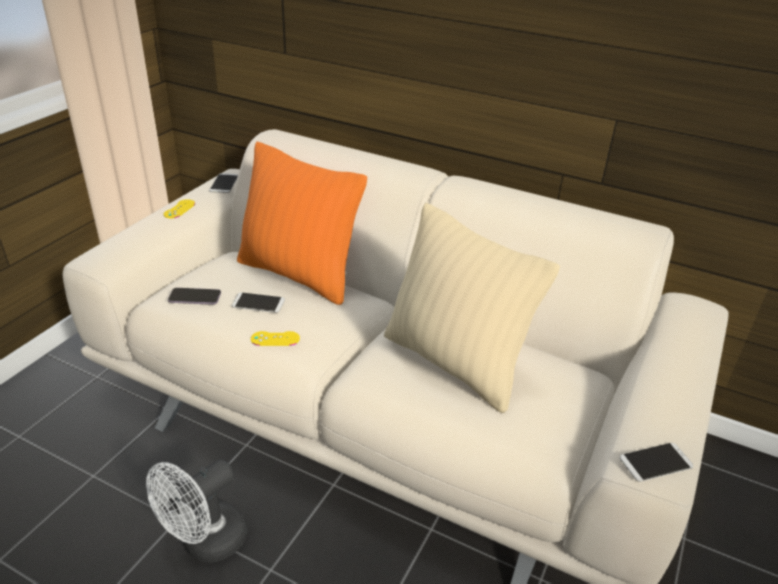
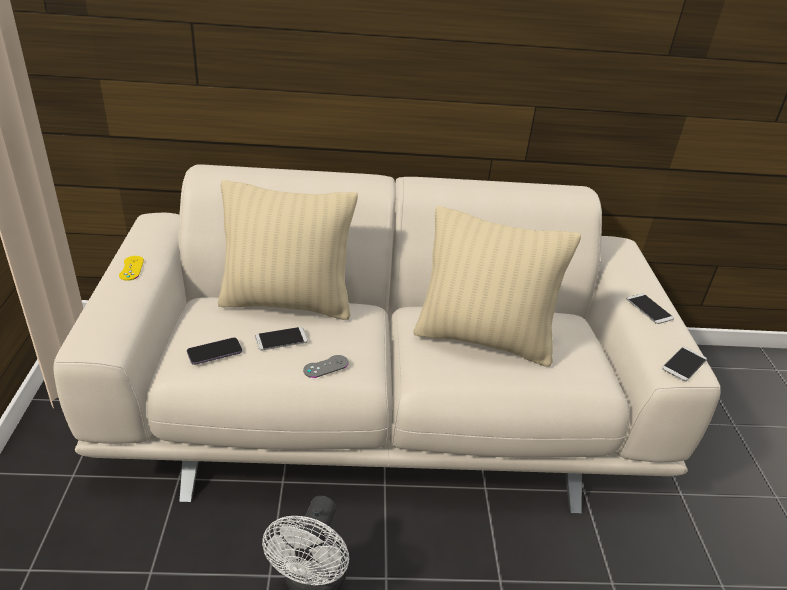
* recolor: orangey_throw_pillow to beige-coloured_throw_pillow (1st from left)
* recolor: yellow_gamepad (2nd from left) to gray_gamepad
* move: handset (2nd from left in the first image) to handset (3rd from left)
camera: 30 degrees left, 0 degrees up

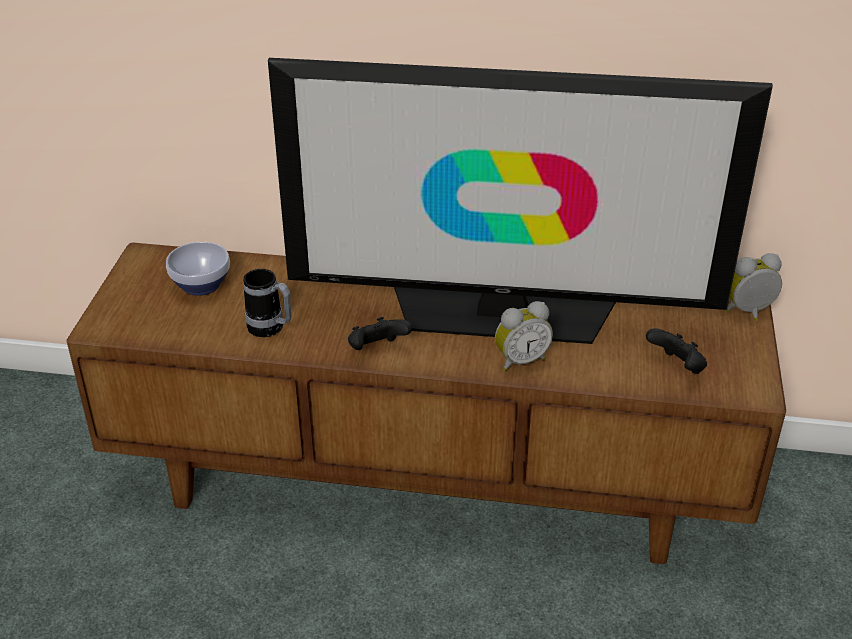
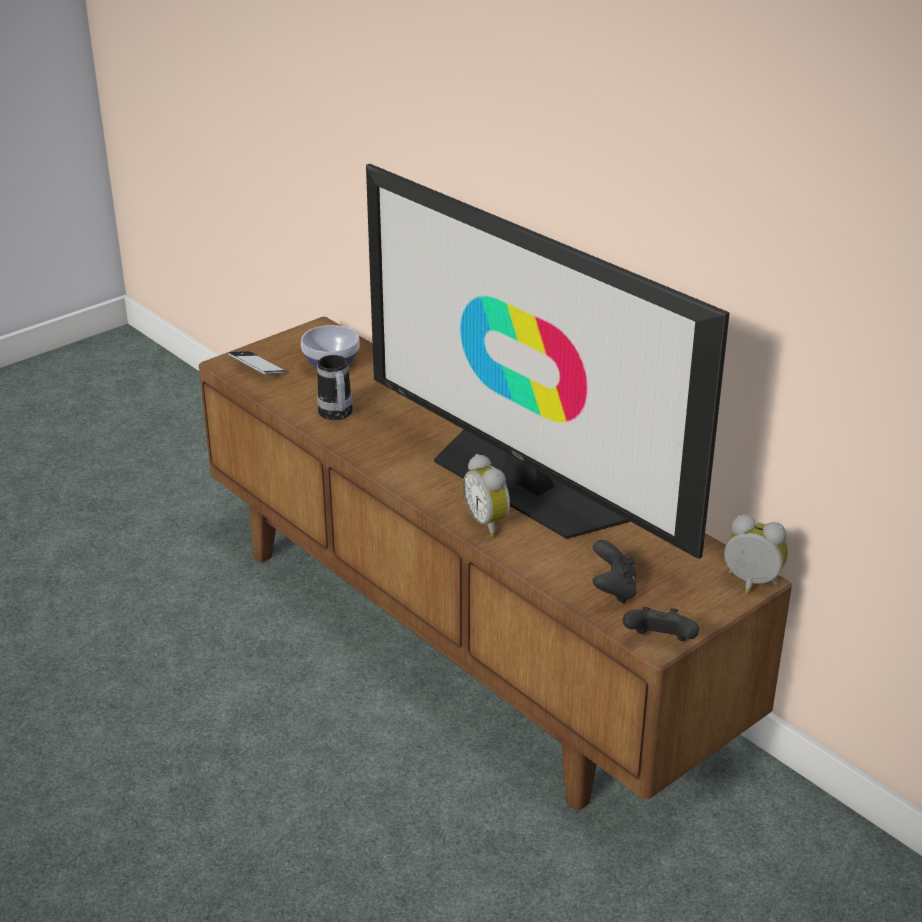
* insert: handset
* rotate: table_clock (1st from left) 45 degrees clockwise
* move: black_gamepad (1st from left in the first image) to black_gamepad (2nd from left)
camera: 40 degrees right, 5 degrees down

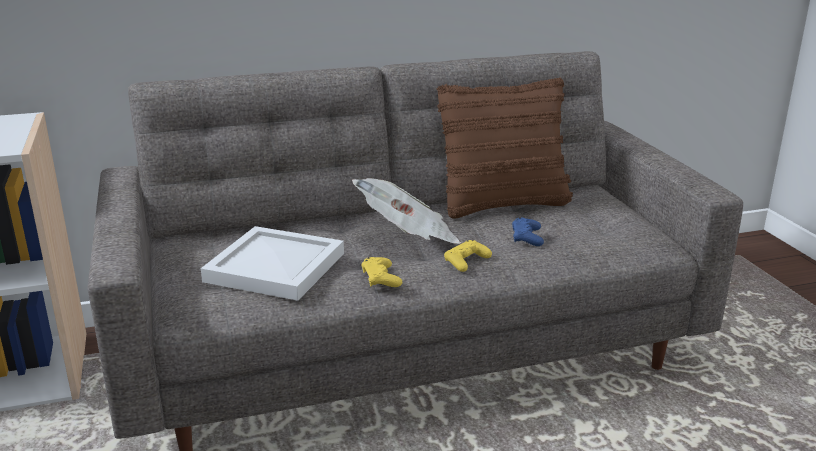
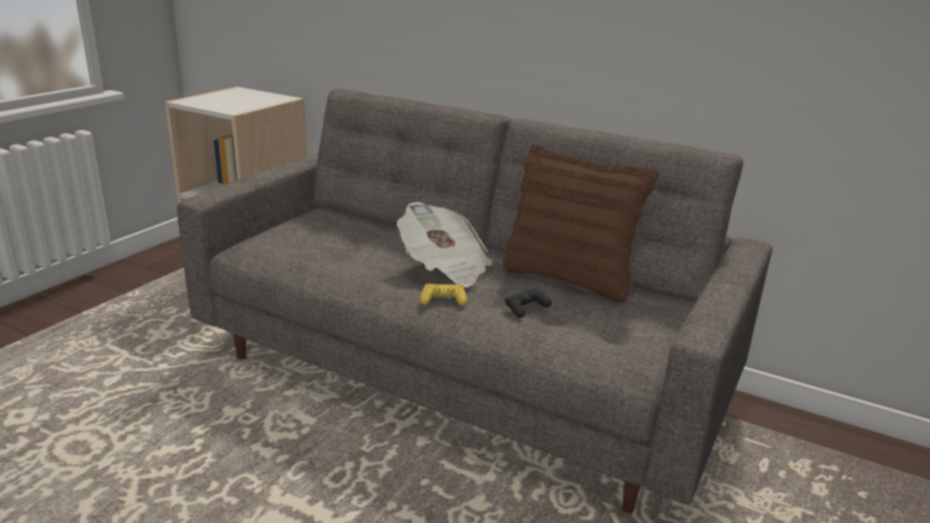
* recolor: blue_gamepad to black_gamepad
* delete: whitish_serving_tray
* delete: yellow_gamepad (1st from left)
camera: 45 degrees right, 0 degrees up

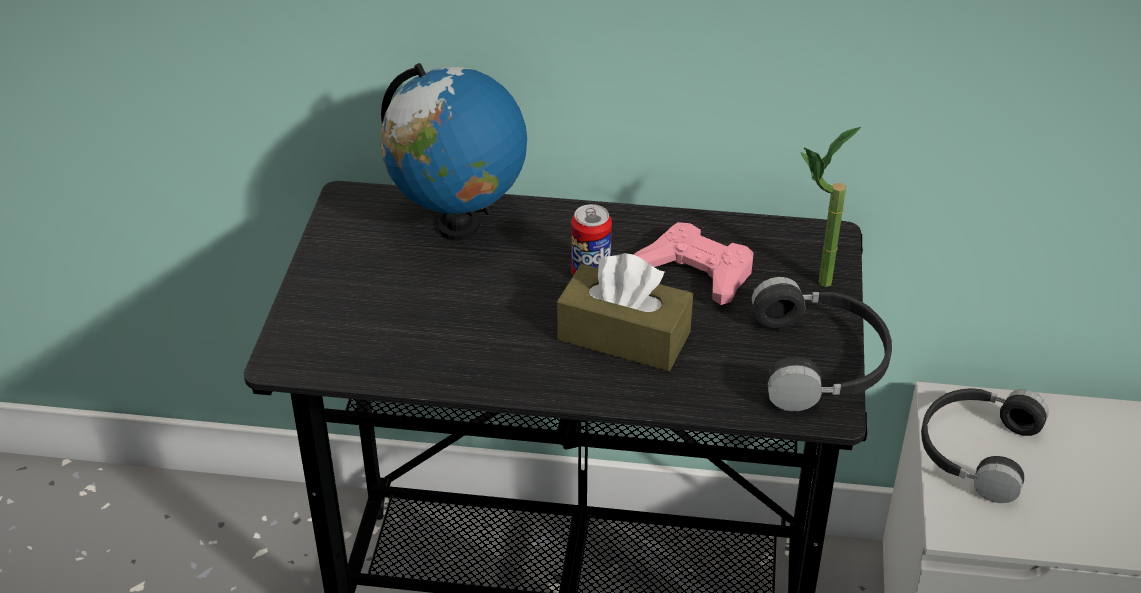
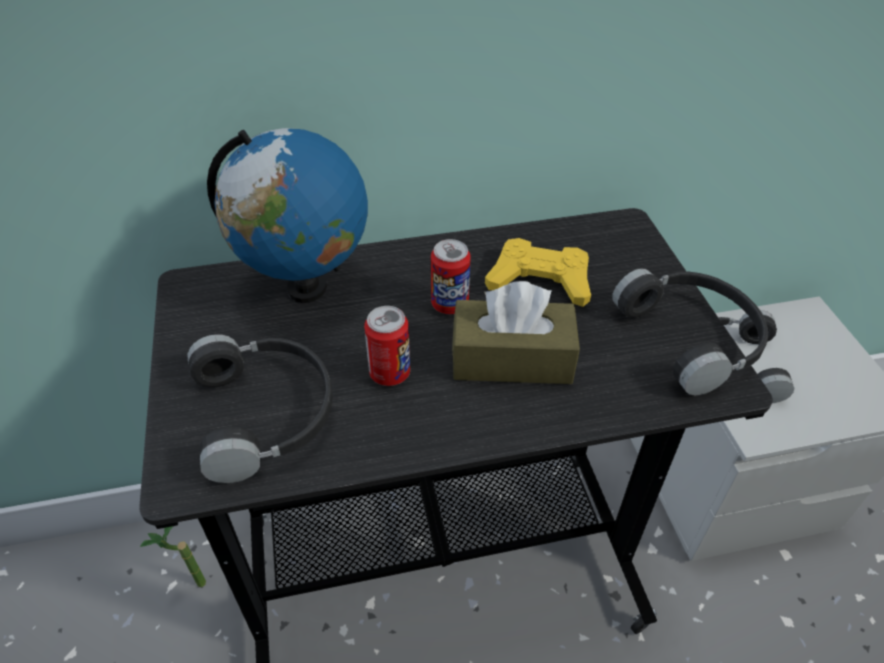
* move: plant_in_a_pot
* insert: black_pair_of_headphones (1st from left)
* insert: can (1st from left)
* recolor: pinkish_gamepad to yellow_gamepad
camera: 20 degrees left, 5 degrees up

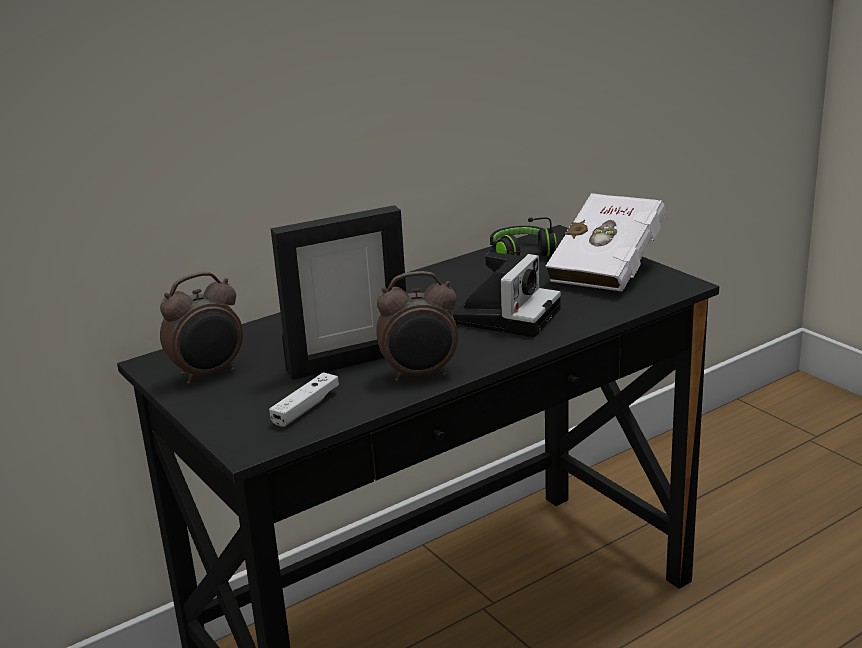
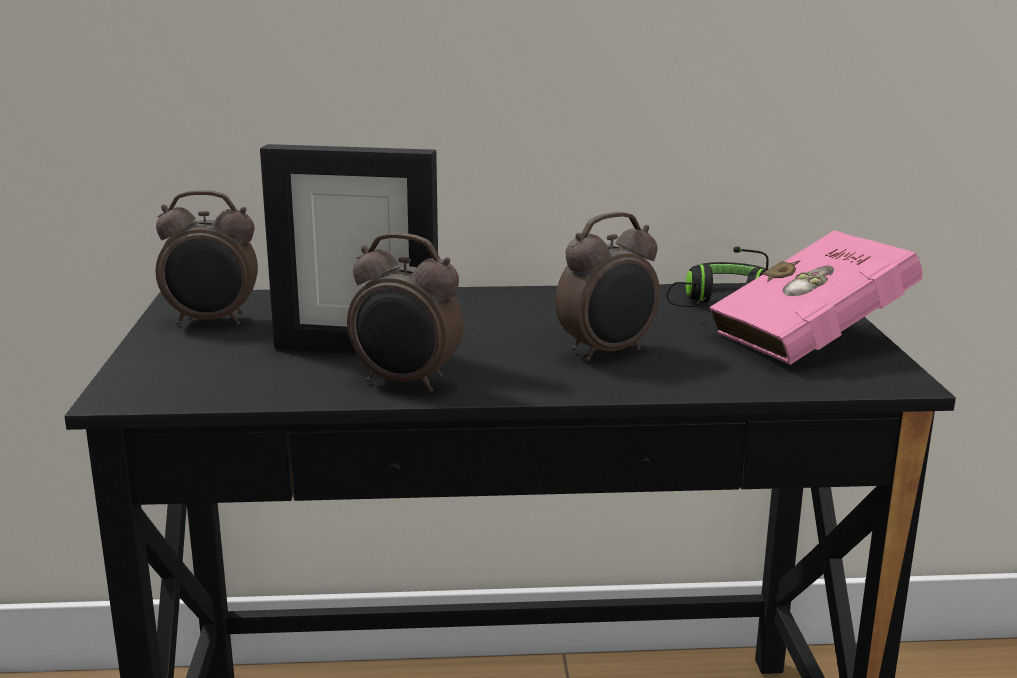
* replace: still_camera to table_clock (3rd from left)
* recolor: whitish_bound_book to pinkish_bound_book
* delete: whitish_gamepad
camera: 30 degrees right, 5 degrees down

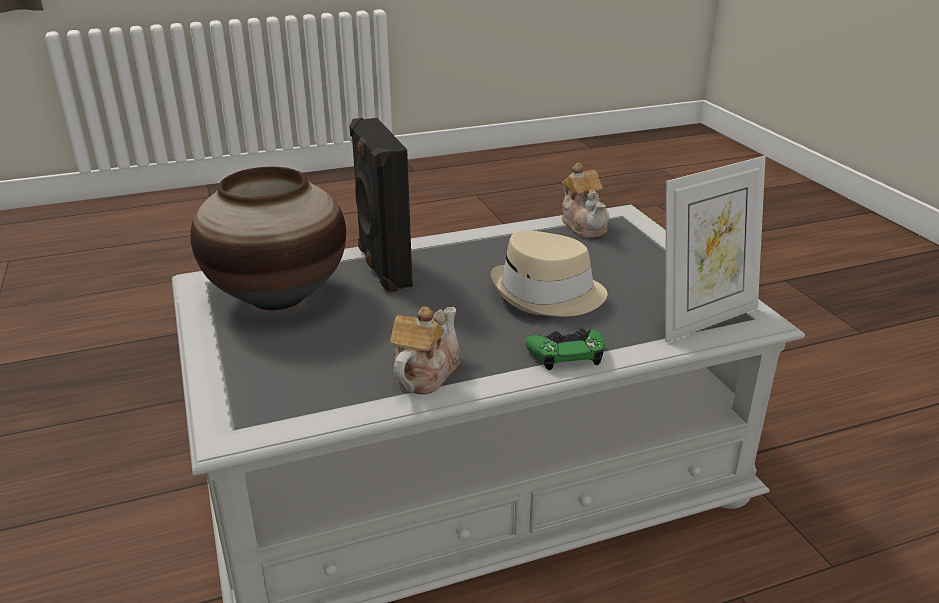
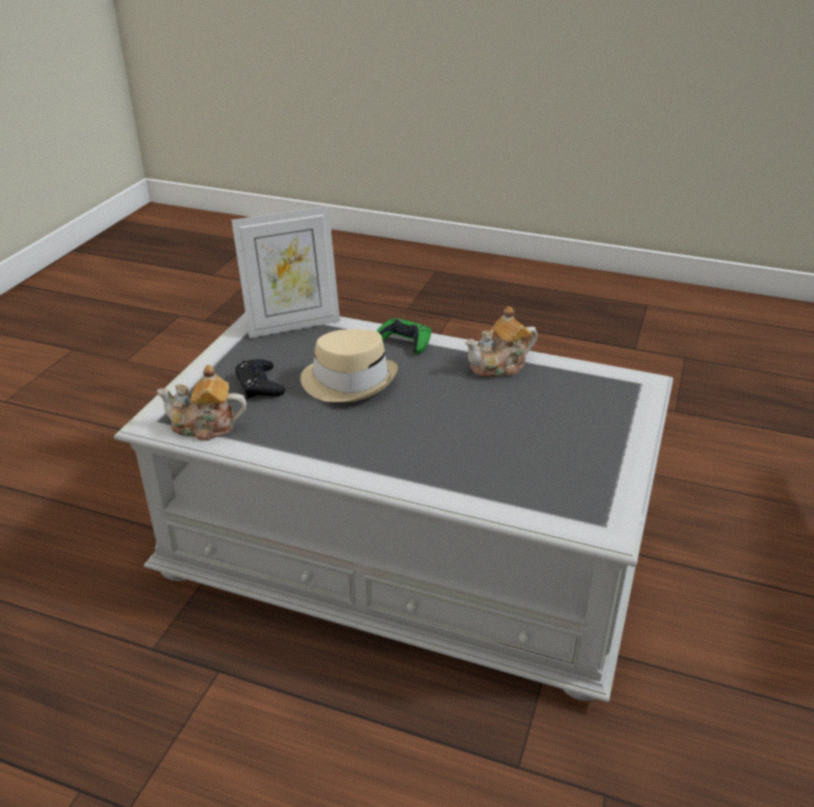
* rotate: pot_for_tea (2nd from left in the first image) 105 degrees counterclockwise
* rotate: picture_frame 150 degrees clockwise
* insert: black_gamepad
* delete: decorative_vase
* delete: black_speaker
camera: 140 degrees left, 5 degrees up

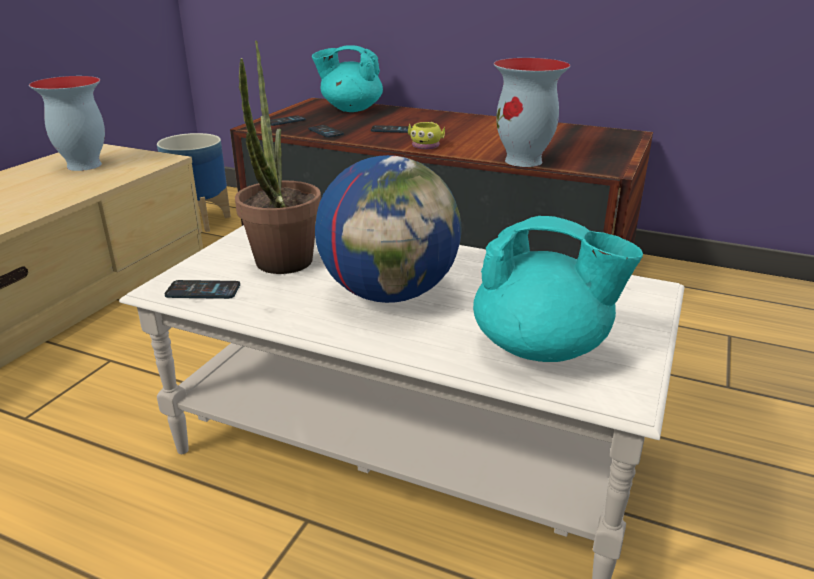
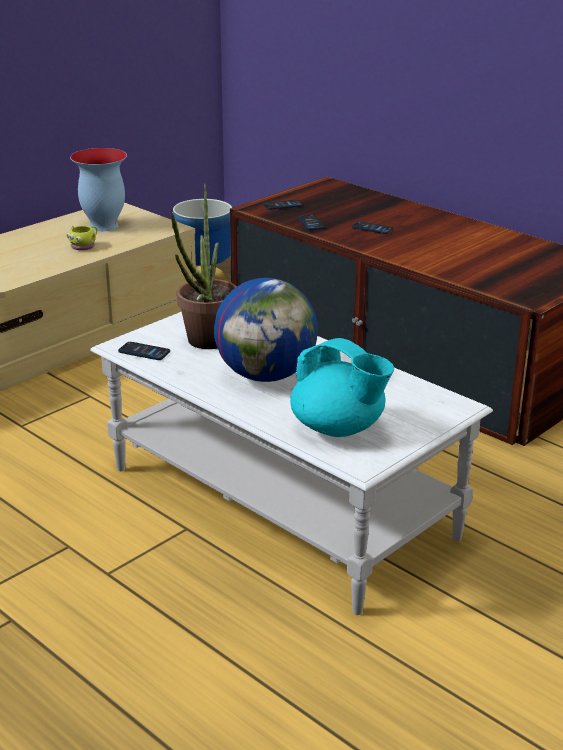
* move: yellow_tea_mug
* delete: turquoise_pot_for_tea (1st from left)
* delete: decorative_vase (2nd from left)
camera: 20 degrees right, 0 degrees up

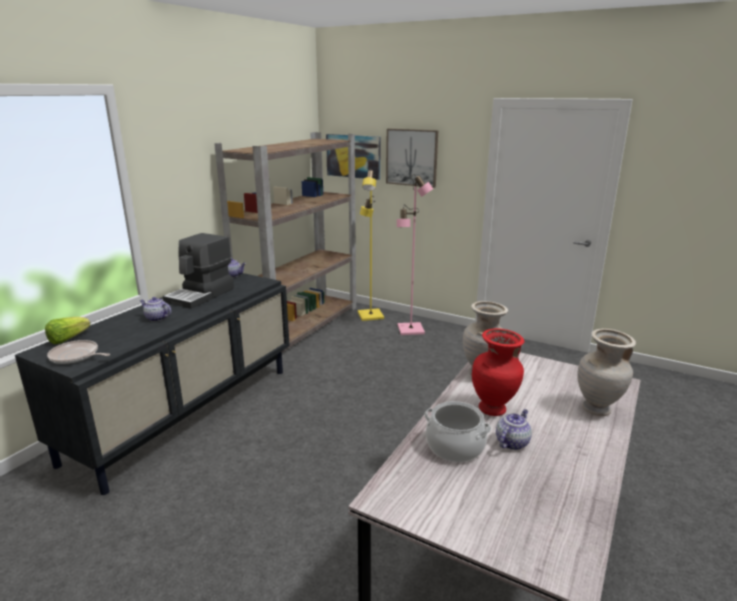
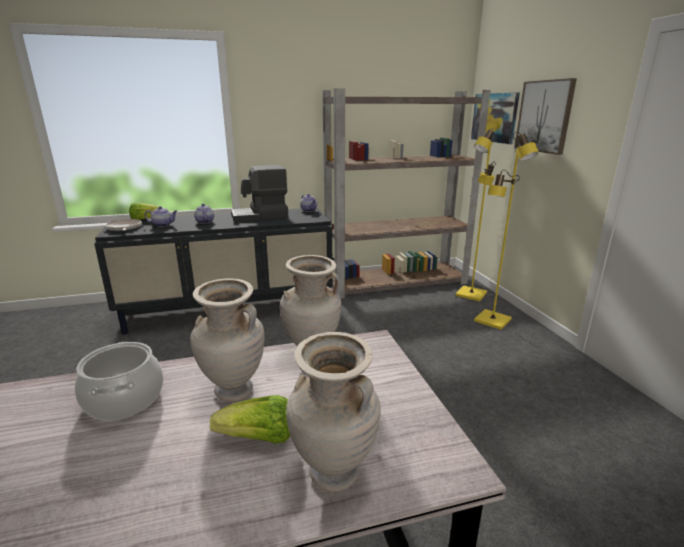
* move: pot_for_tea (3rd from left in the first image) to pot_for_tea (1st from left)
* recolor: red-coloured_decorative_vase to beige-coloured_decorative_vase (1st from left)
* insert: lettuce_head (2nd from left)
* recolor: pinkish_floor_lamp to yellow_floor_lamp (2nd from left)
camera: 45 degrees right, 0 degrees up

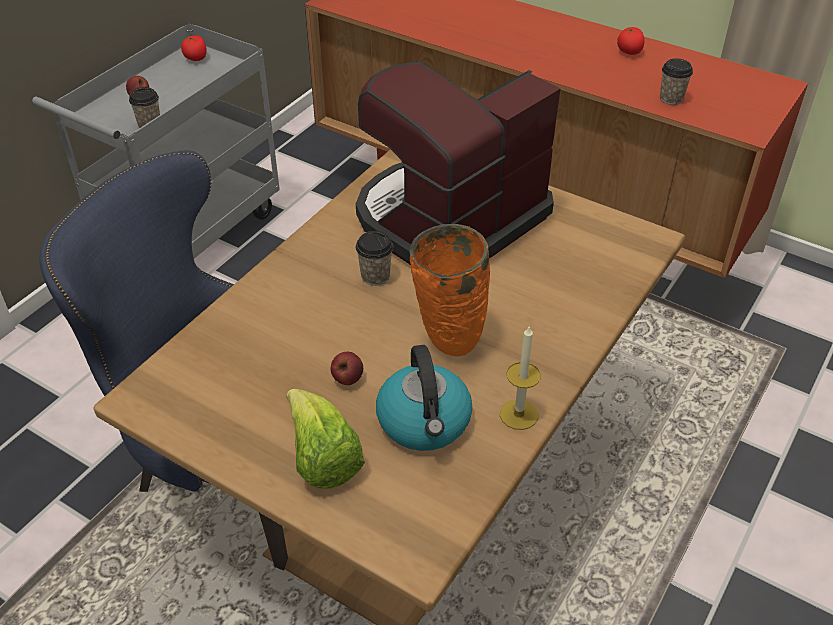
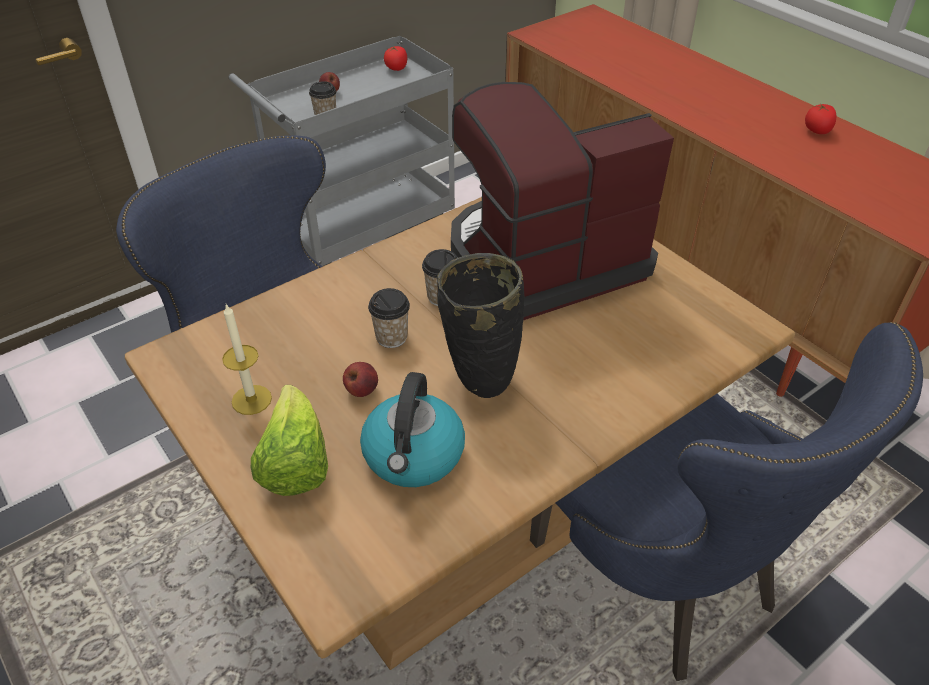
* move: wax_light
* move: cup (3rd from left in the first image) to cup (2nd from left)
* recolor: orangey_decorative_vase to black_decorative_vase
* insert: blue_chair (2nd from left)
camera: 20 degrees right, 0 degrees up

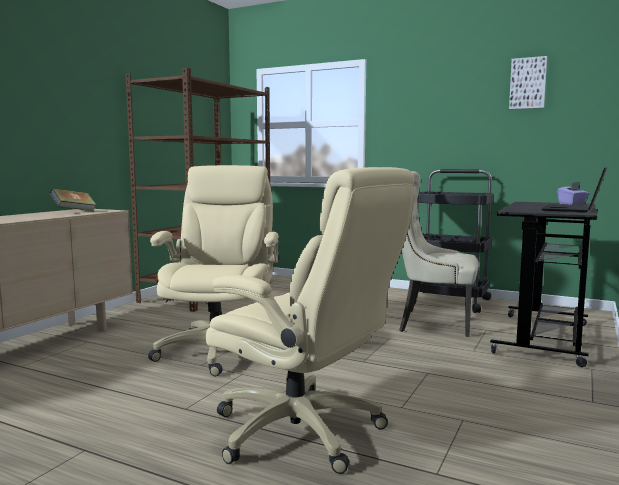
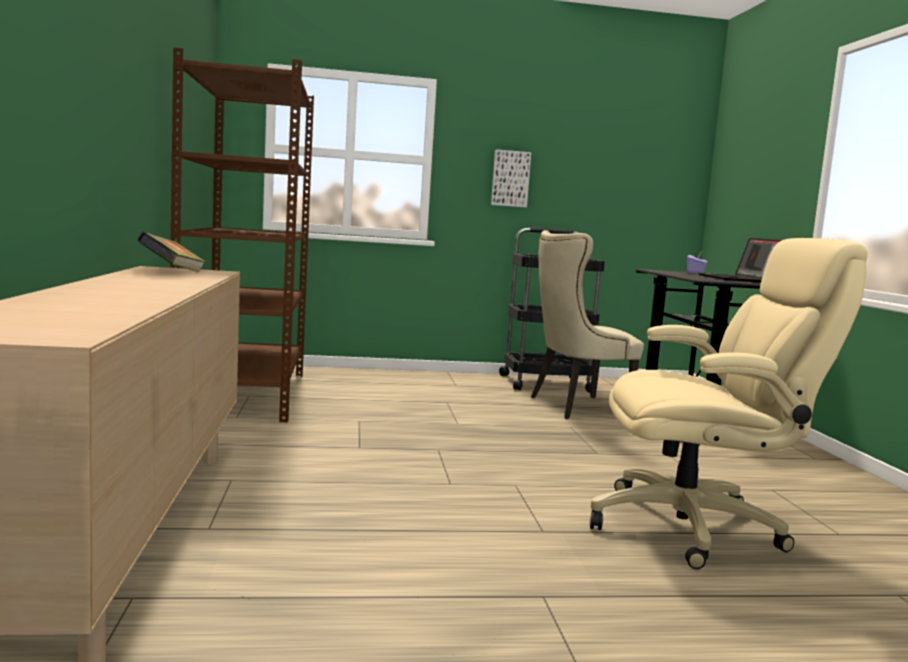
* move: wall_picture
* delete: beige-coloured_desk_chair (1st from left)
camera: 35 degrees left, 0 degrees up

